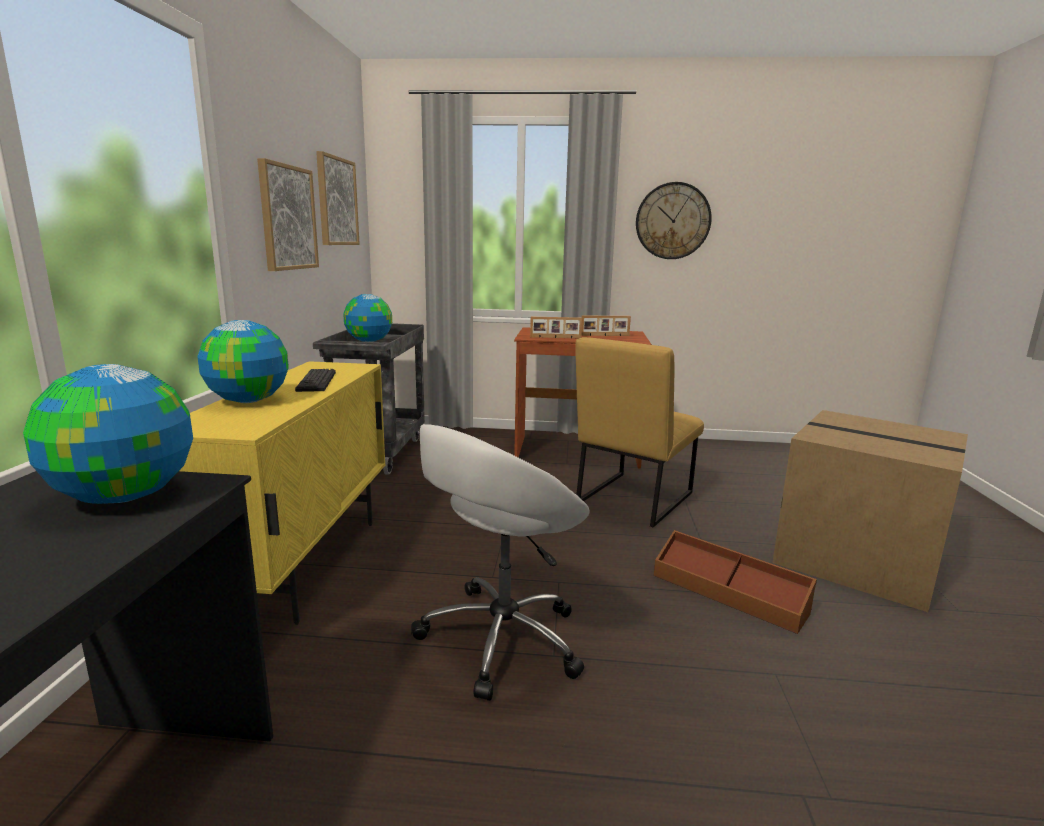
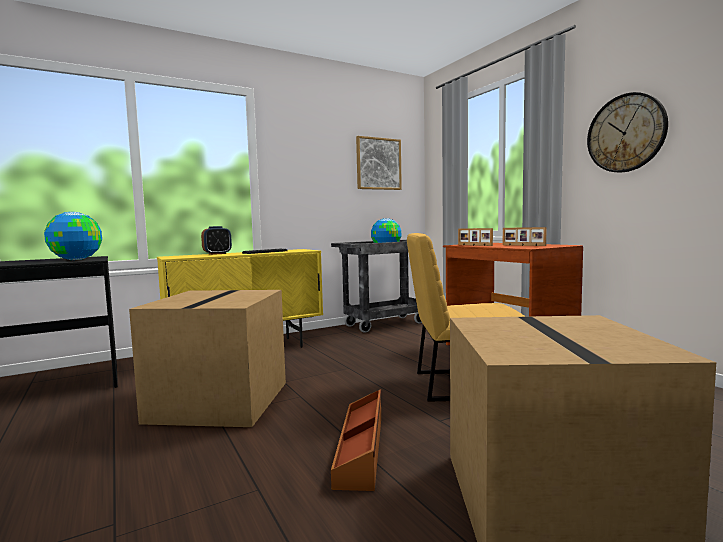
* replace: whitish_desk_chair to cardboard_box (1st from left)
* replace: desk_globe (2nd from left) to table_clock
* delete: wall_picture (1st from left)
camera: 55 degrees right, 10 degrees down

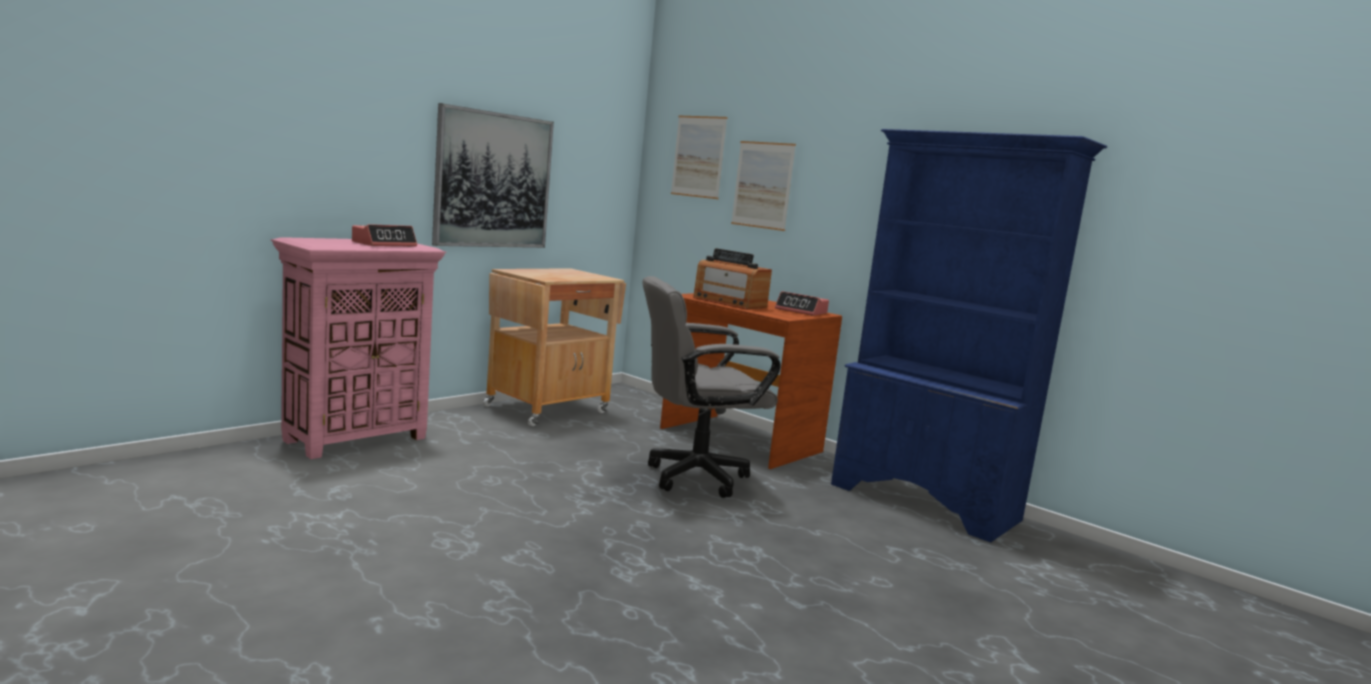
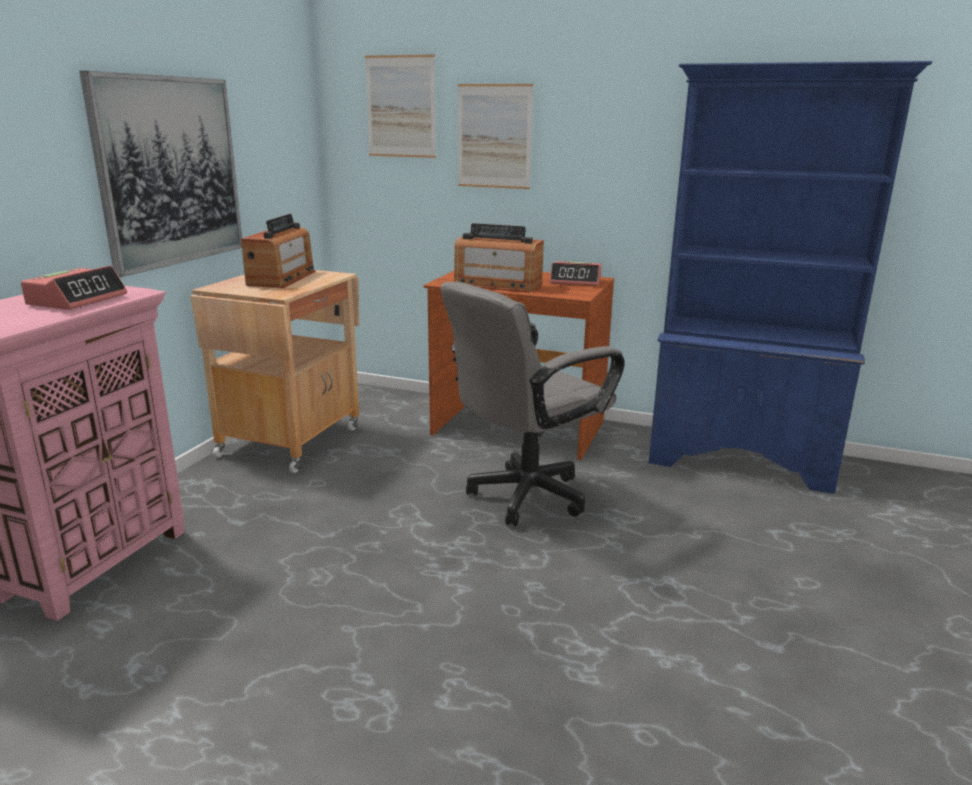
* insert: radio_set (1st from left)
camera: 20 degrees left, 10 degrees up

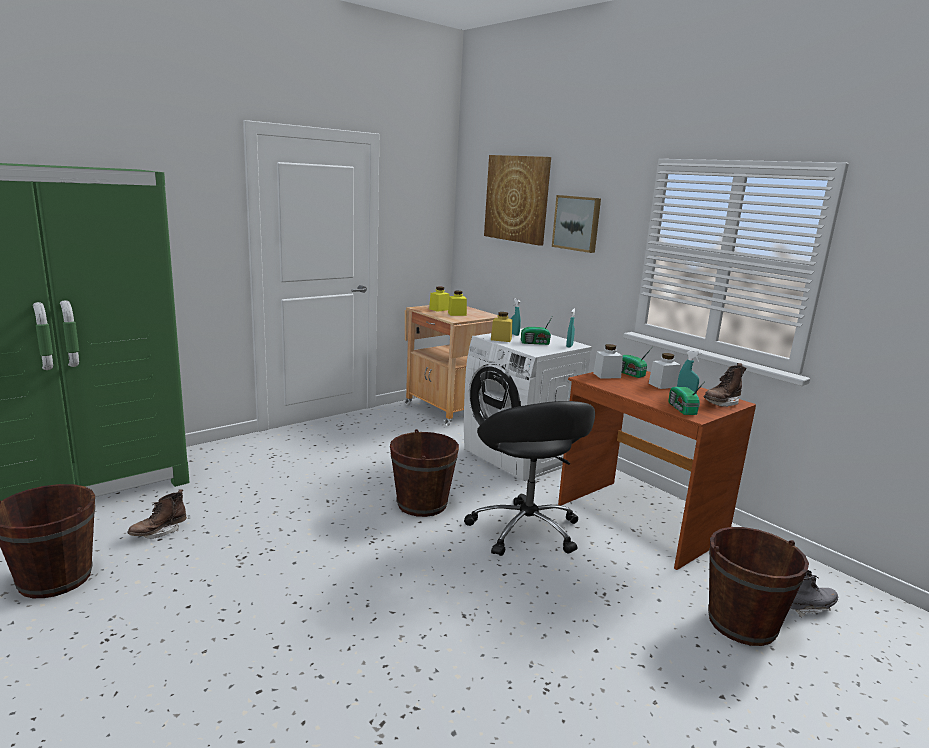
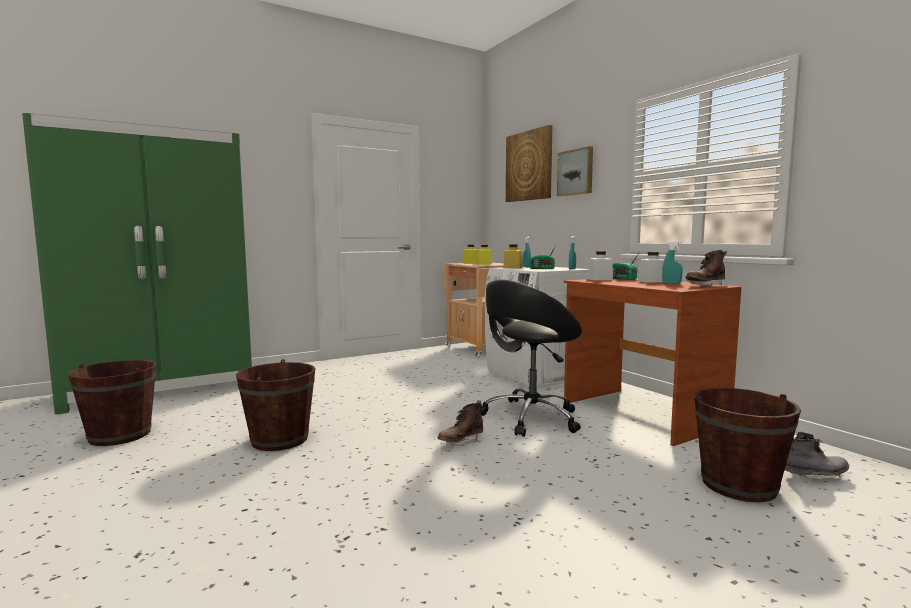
* move: brown_bucket (2nd from left)
* move: brown_boot (1st from left)
* rotate: black_desk_chair 60 degrees clockwise
* delete: radio_set (3rd from left)
camera: 10 degrees right, 10 degrees down

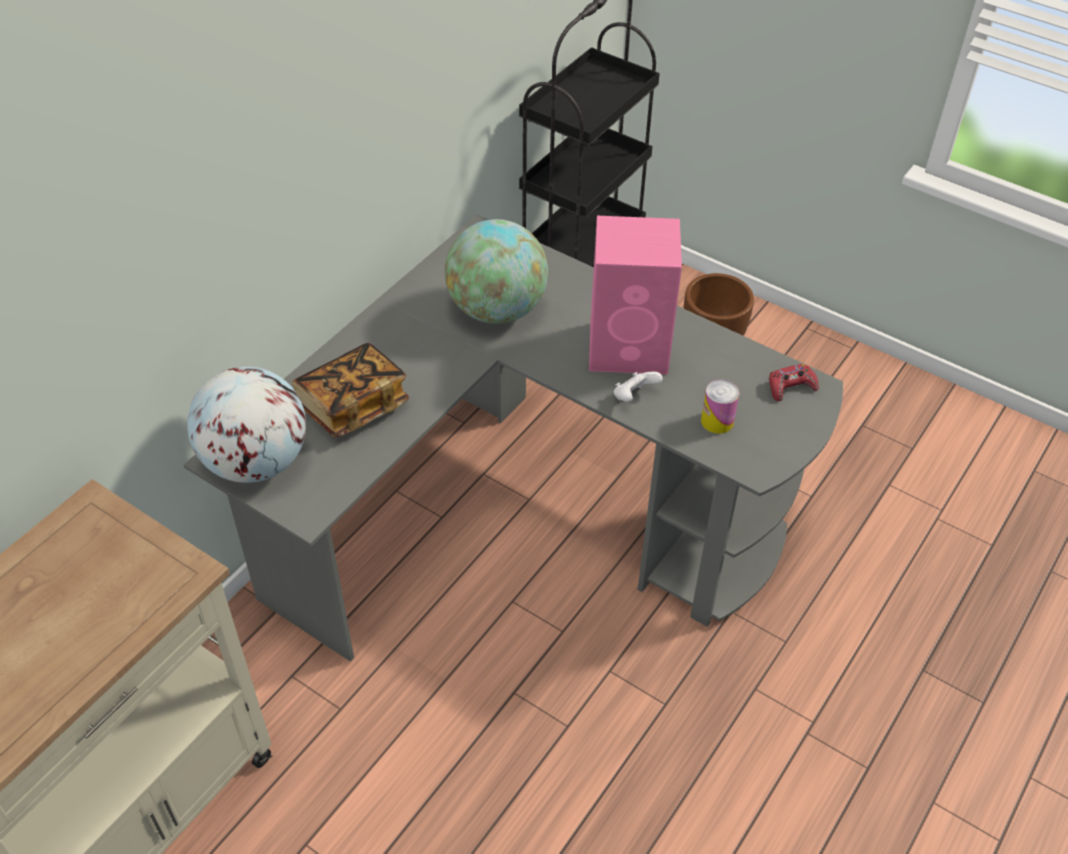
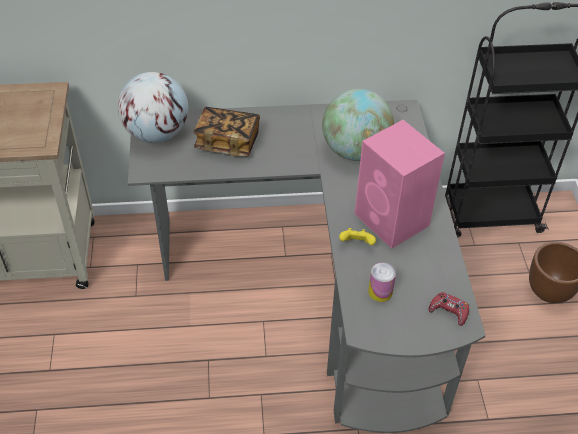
* recolor: whitish_gamepad to yellow_gamepad
camera: 50 degrees right, 0 degrees up

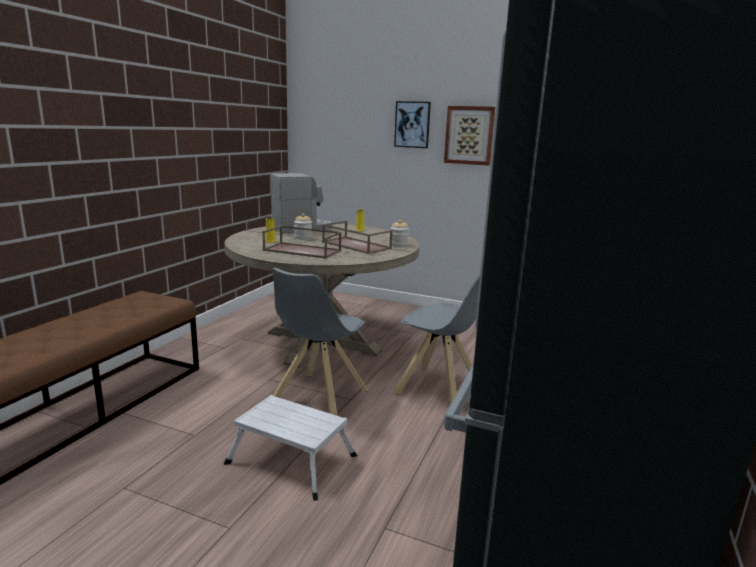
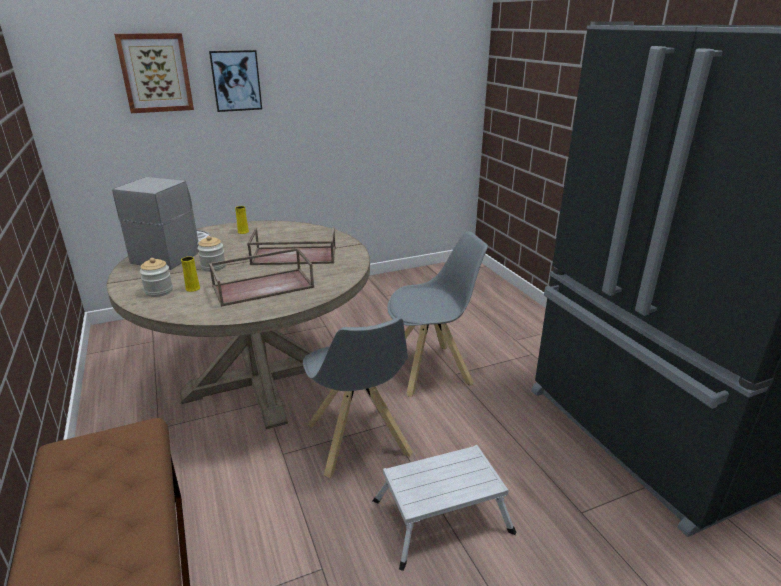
* move: wall_picture (2nd from left in the first image) to wall_picture (1st from left)
* move: storage_jar (2nd from left in the first image) to storage_jar (1st from left)
camera: 45 degrees left, 10 degrees up

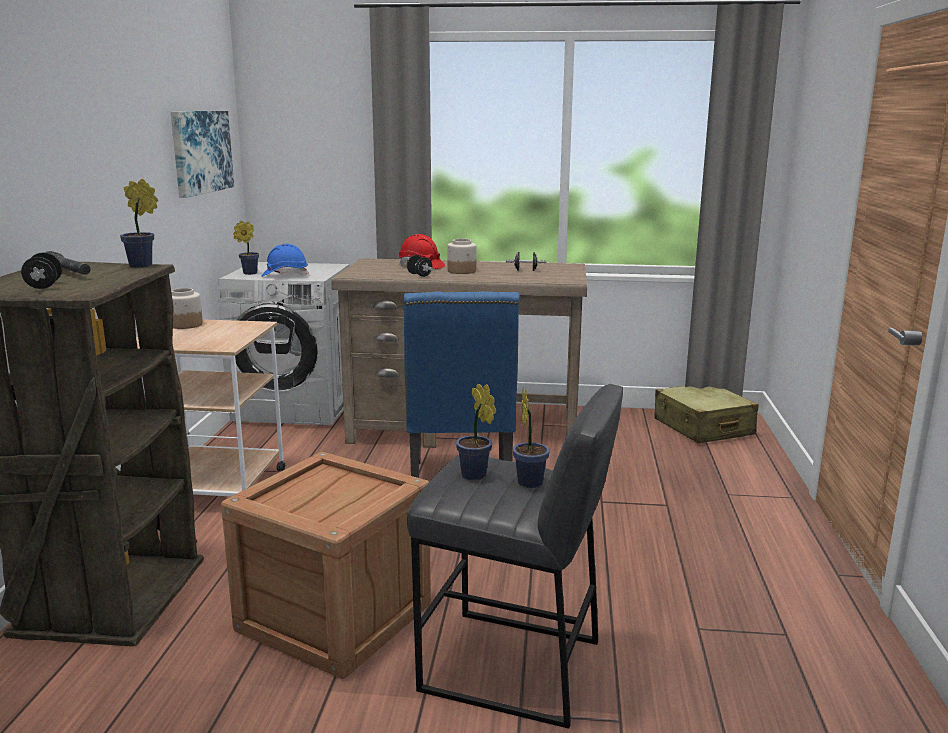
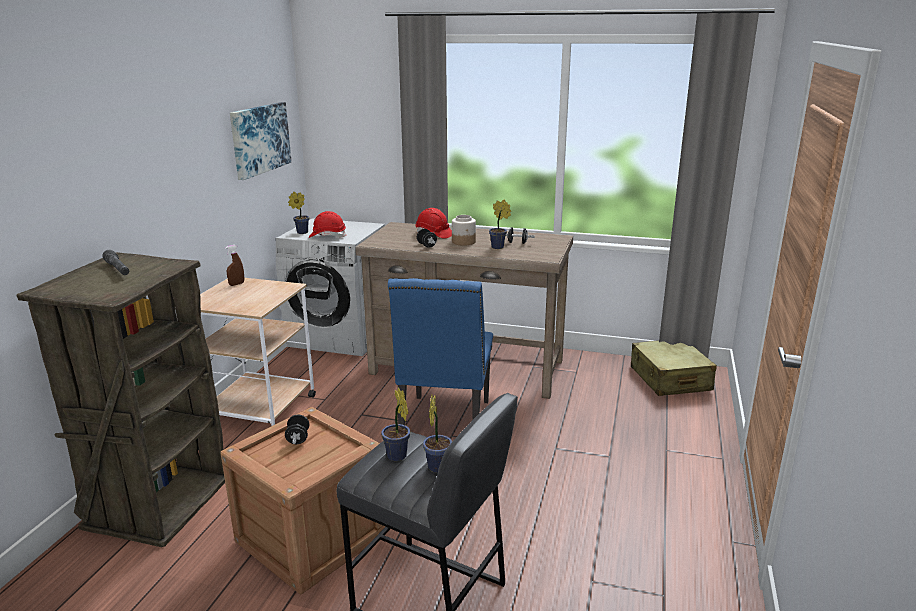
* replace: storage_jar (1st from left) to brown_spray_bottle
* move: black_hand_weight (1st from left)
* recolor: blue_hard_hat to red-coloured_hard_hat (1st from left)
* move: plant_in_a_pot (1st from left in the first image) to plant_in_a_pot (4th from left)
camera: 10 degrees right, 5 degrees up

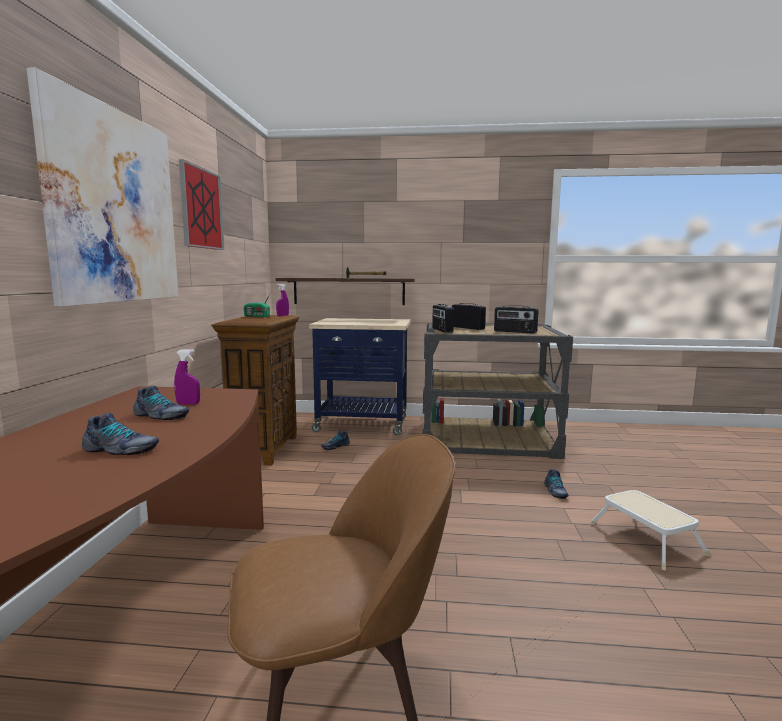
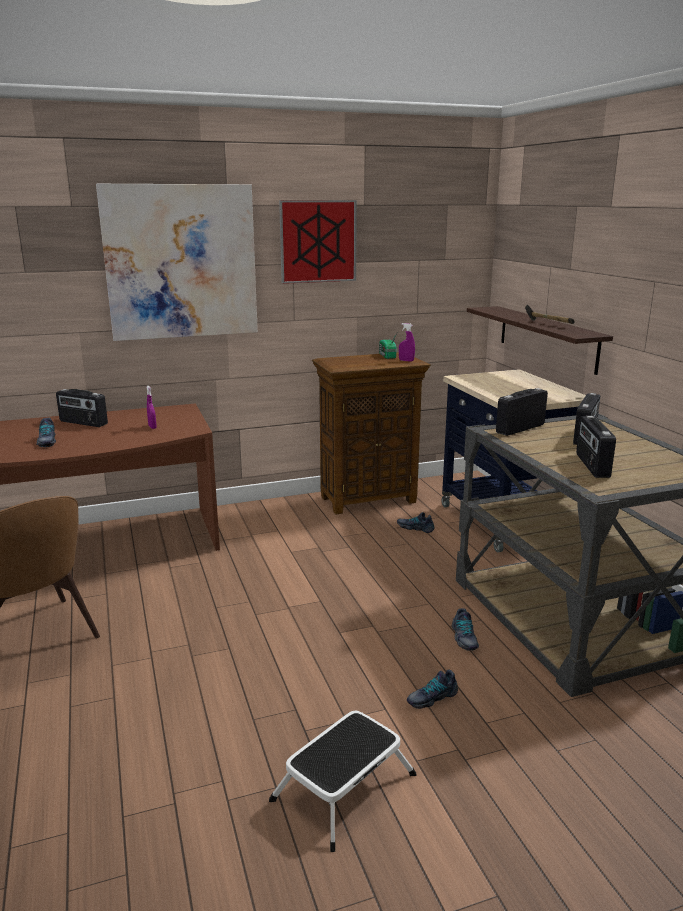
* insert: radio_set (1st from left)
* recolor: beige-coloured_step_ladder to black_step_ladder
* move: low_shoe (2nd from left in the first image) to low_shoe (4th from left)
camera: 65 degrees right, 10 degrees up

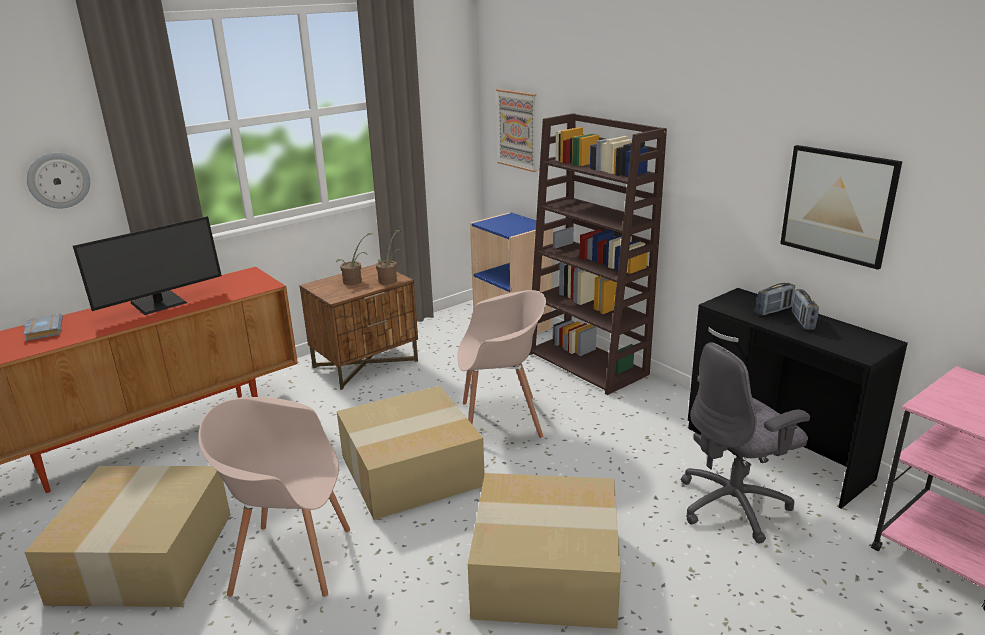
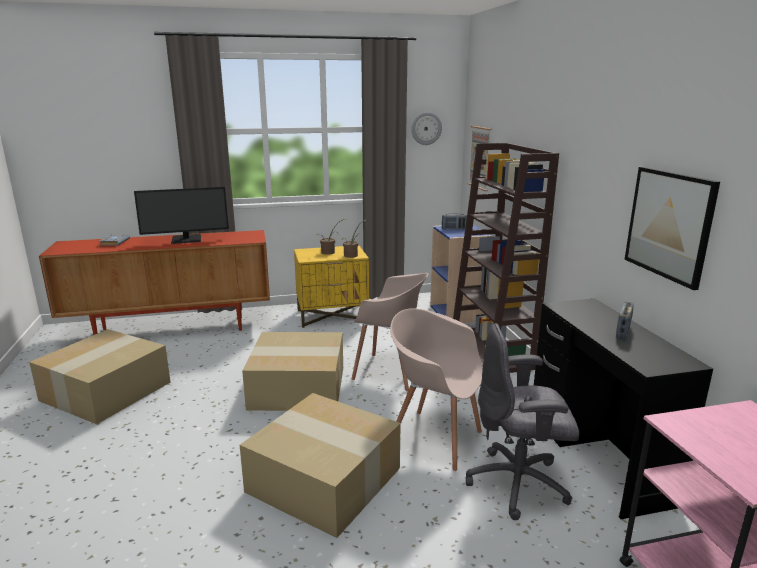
* recolor: brown_night_table to yellow_night_table
* move: beige-coloured_chair (1st from left in the first image) to beige-coloured_chair (2nd from left)
* move: clock_on_the_wall
* move: radio_set (1st from left)
camera: 25 degrees right, 5 degrees down

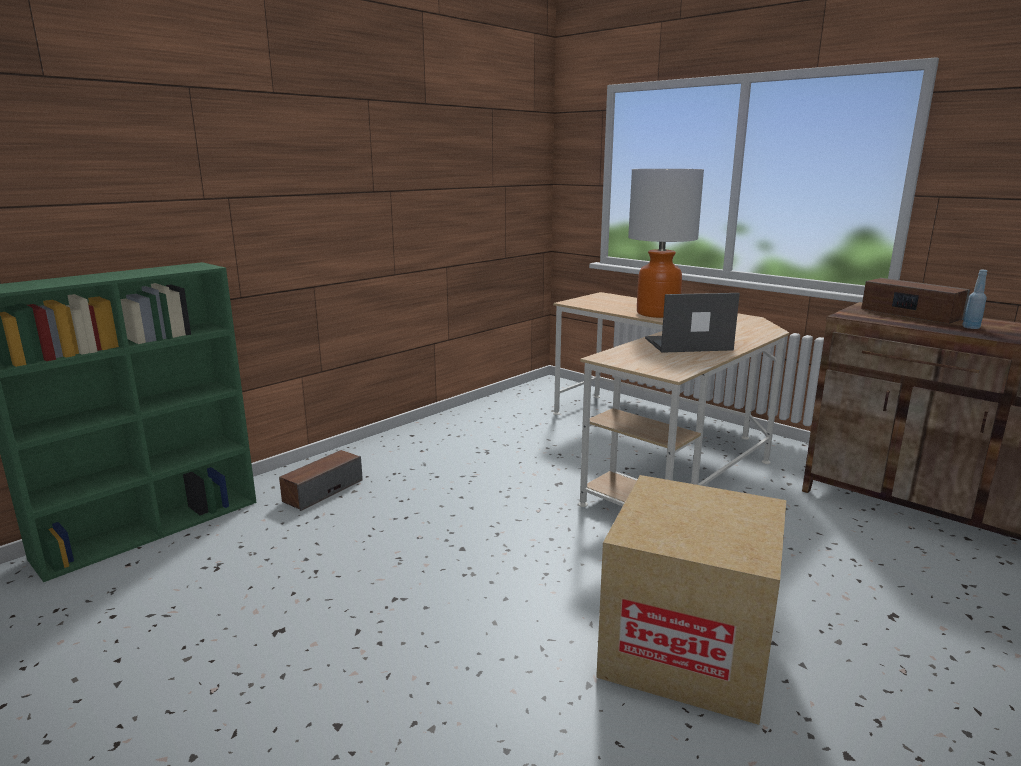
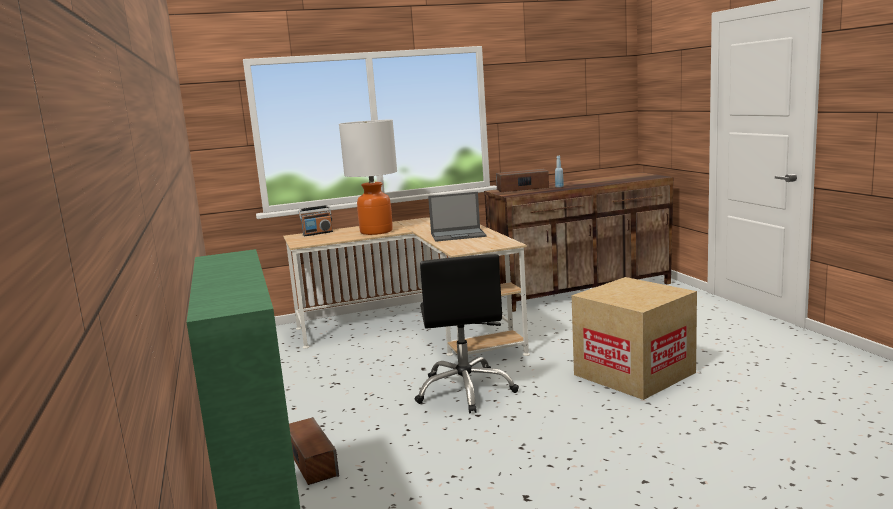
* insert: radio_set
* insert: black_desk_chair
* rotate: portable_computer 120 degrees counterclockwise
camera: 60 degrees left, 5 degrees down

